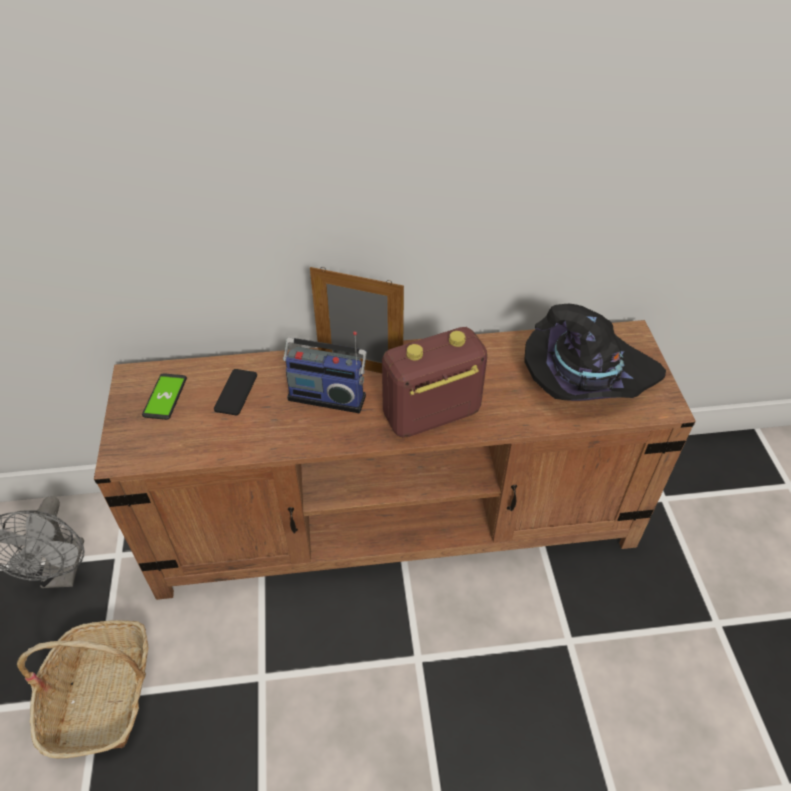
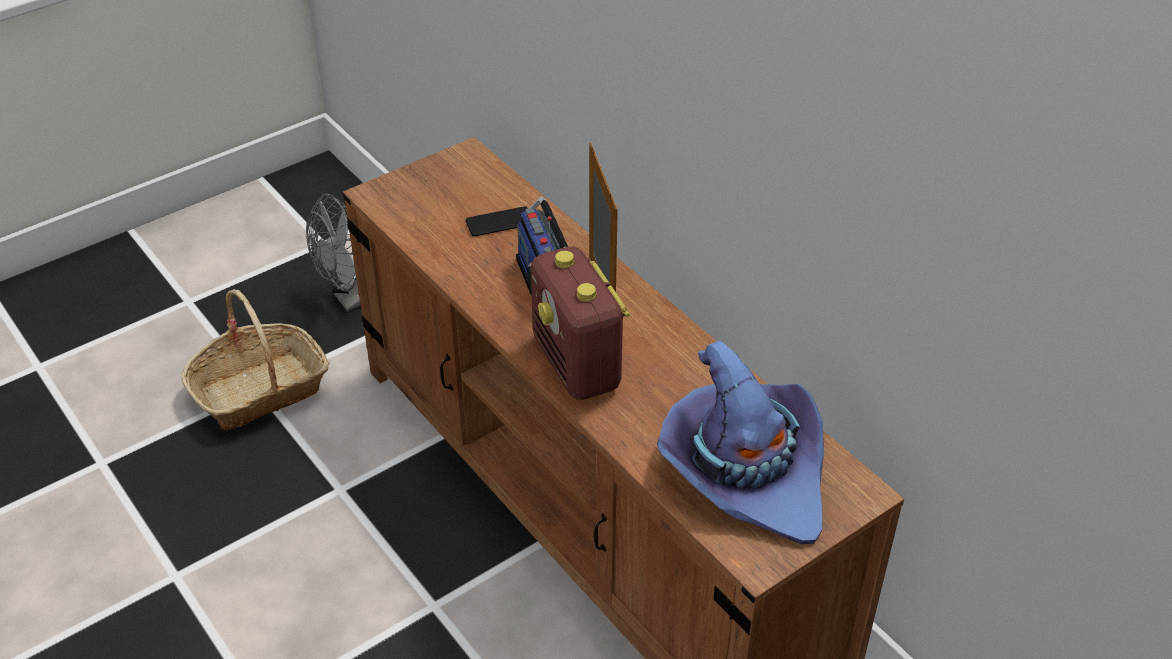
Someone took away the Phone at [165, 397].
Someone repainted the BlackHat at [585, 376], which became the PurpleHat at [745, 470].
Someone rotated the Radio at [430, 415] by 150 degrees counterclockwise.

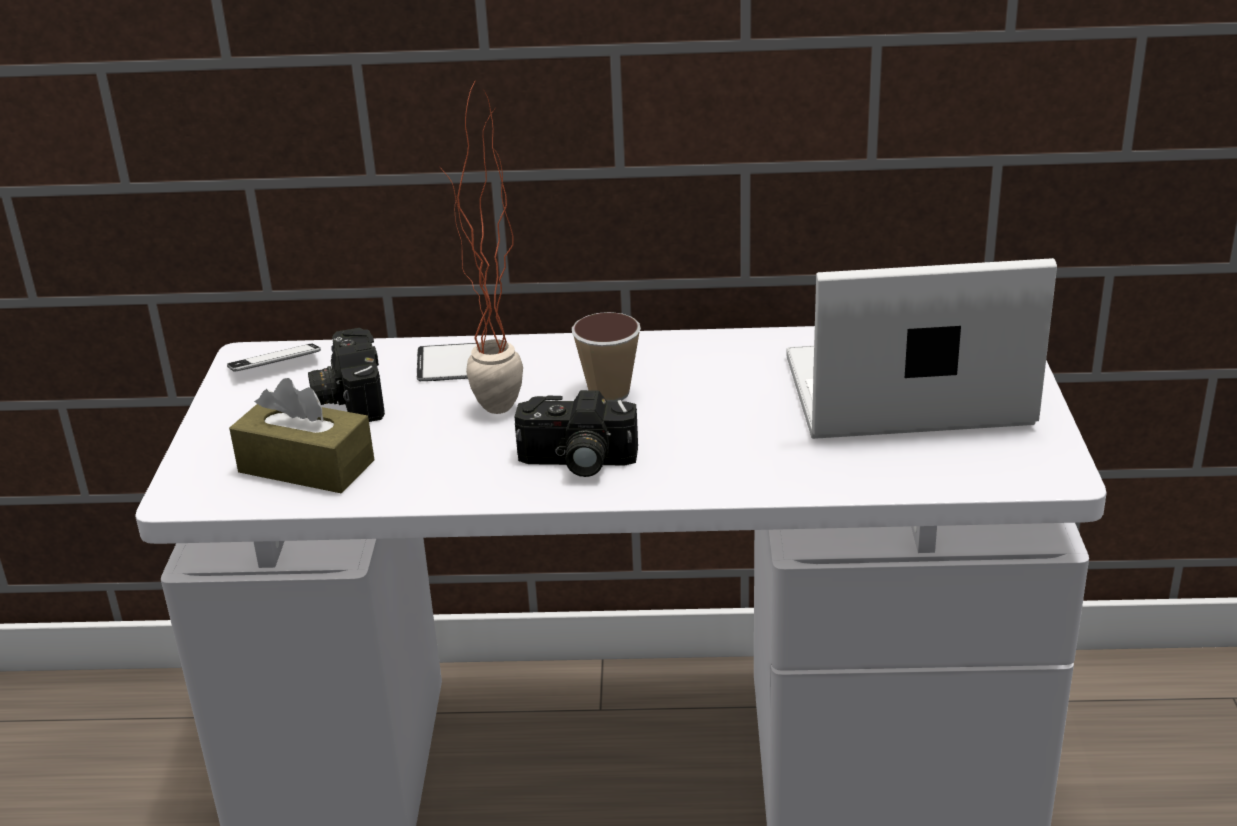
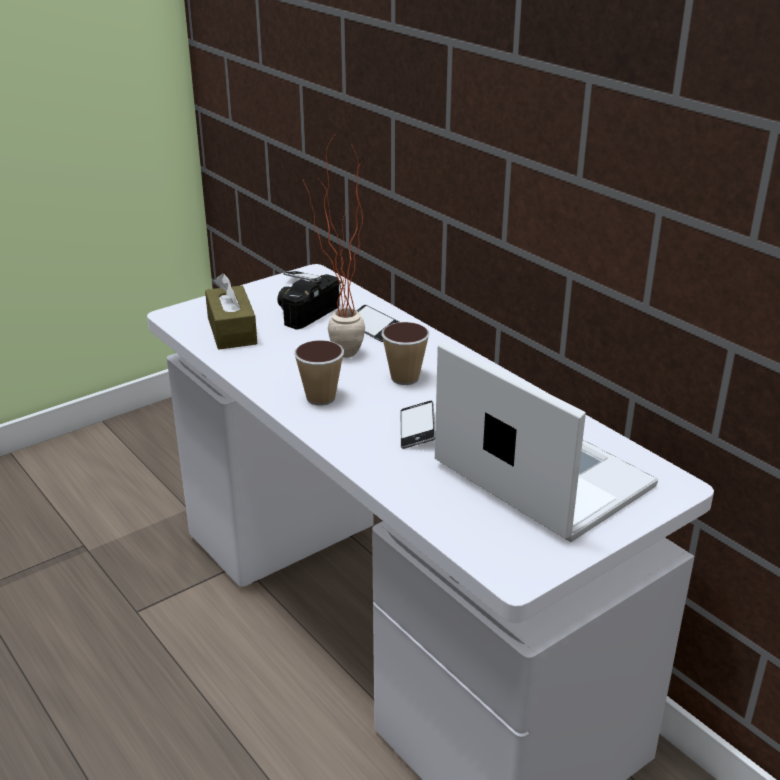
Someone put down the Phone at [417, 430].
Someone swapped the PhotoCamera at [576, 462] for the Cup at [321, 398].

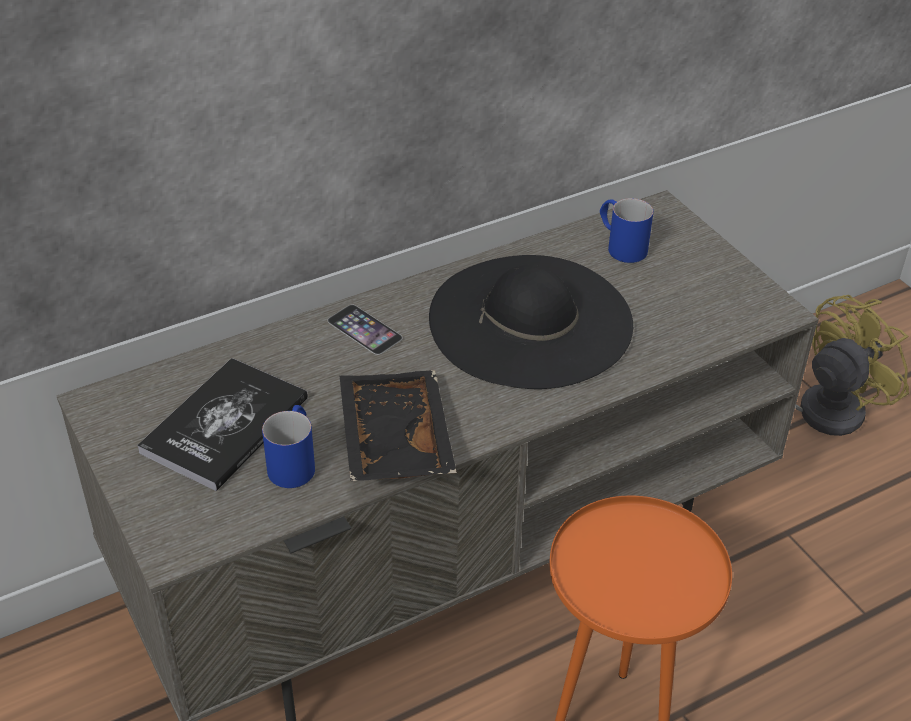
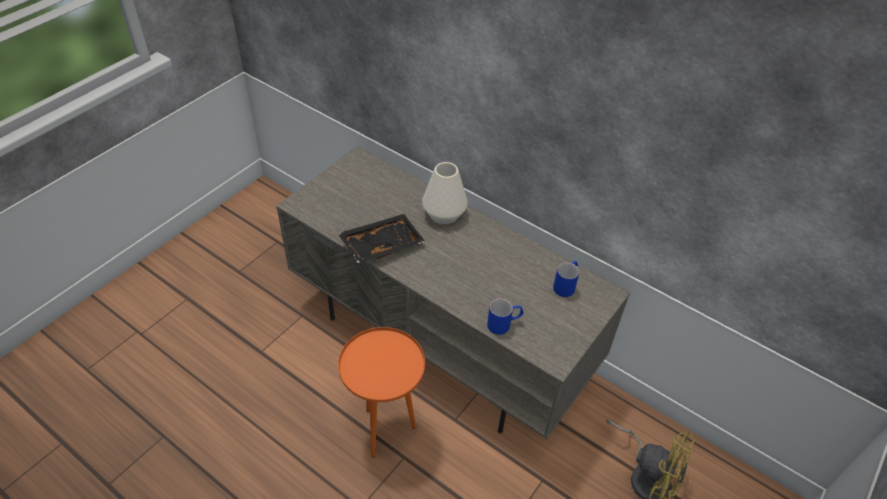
Someone took away the Book at [225, 425].
Someone took away the BlackHat at [530, 320].
Someone carried the BlueMug from [294, 461] to [504, 324].
Someone swapped the Phone at [364, 329] for the WhiteVase at [444, 214].

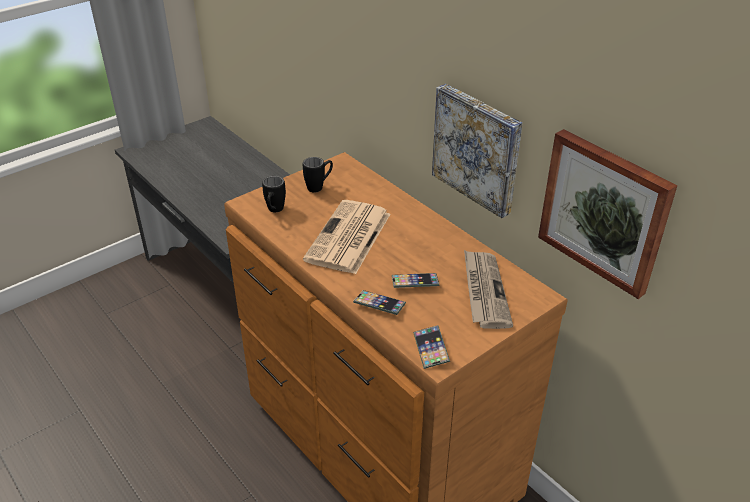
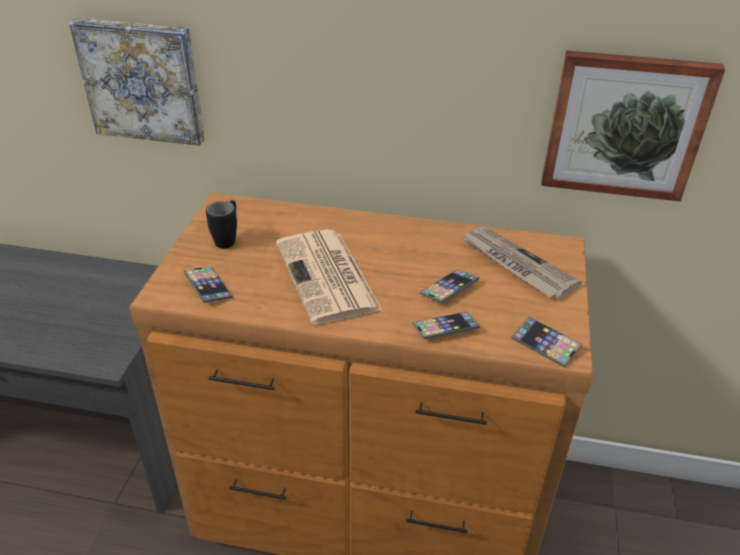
Someone carried the Picture from [478, 148] to [143, 81].
Someone swapped the BlackMug at [274, 211] for the Phone at [208, 287].

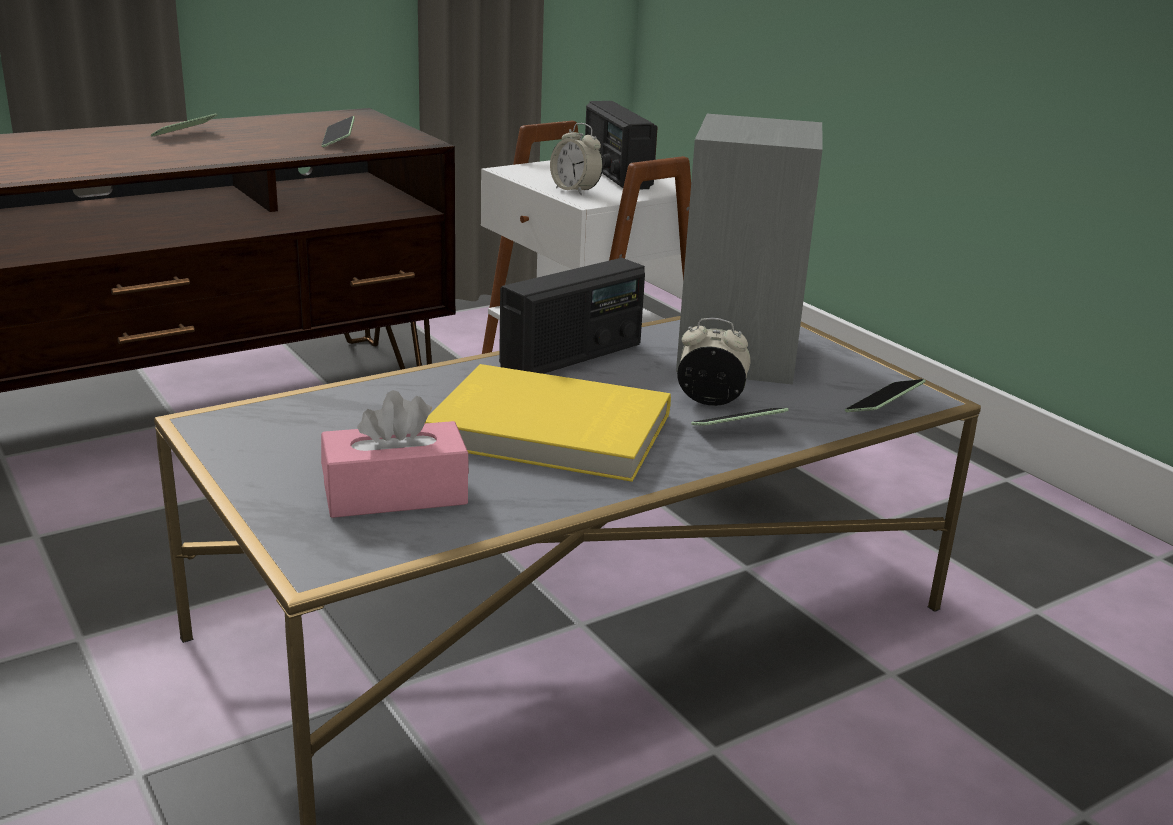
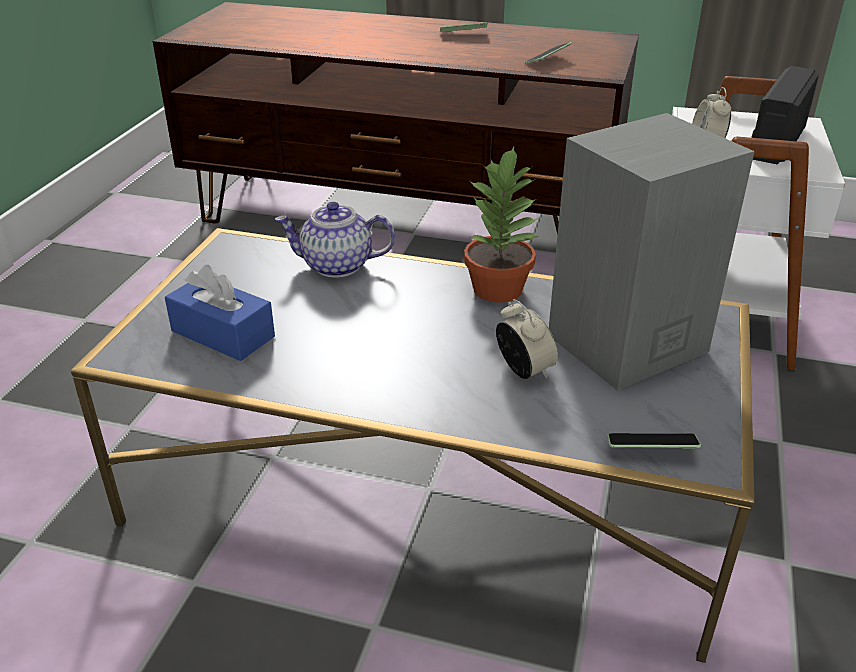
Someone took away the YellowBook at [549, 431].
Someone took away the Phone at [738, 429].
Someone put down the Teapot at [336, 266].
Someone swapped the Radio at [572, 357] for the PottedPlant at [499, 289].
Someone repainted the PinkTissueBox at [395, 494], which became the BlueTissueBox at [223, 334].

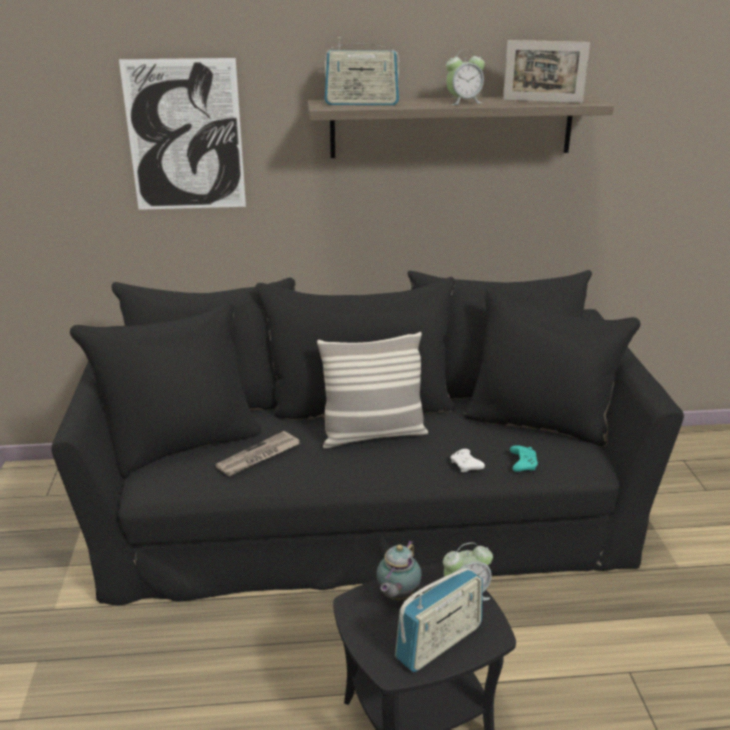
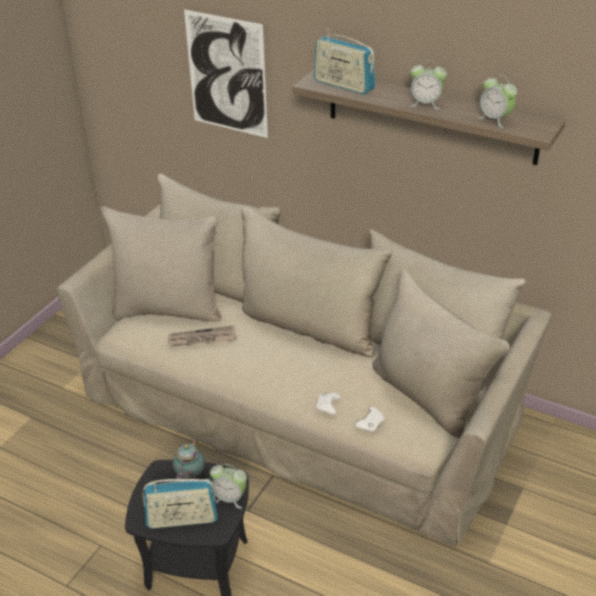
Someone took away the Pillow at [373, 435].
Someone swapped the PictureFrame at [542, 101] for the AlarmClock at [495, 119].
Someone repainted the BlackSofa at [365, 511], which became the BeigeSofa at [300, 406].
Someone repainted the TurquoiseGameController at [522, 463], which became the WhiteGameController at [370, 423].
Someone rotated the Teapot at [397, 596] by 45 degrees counterclockwise.

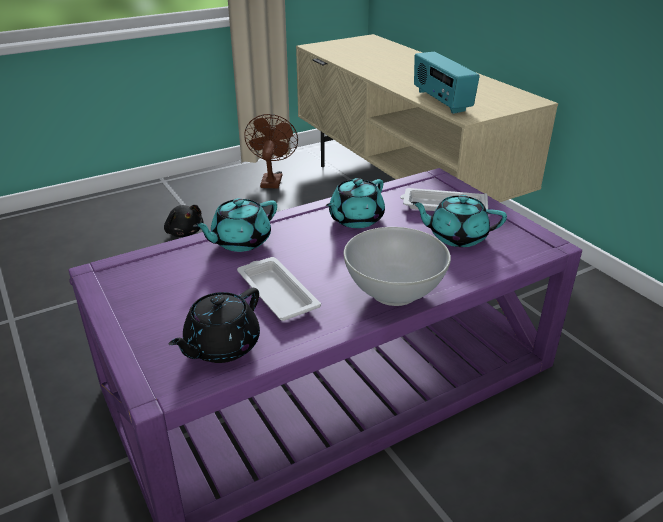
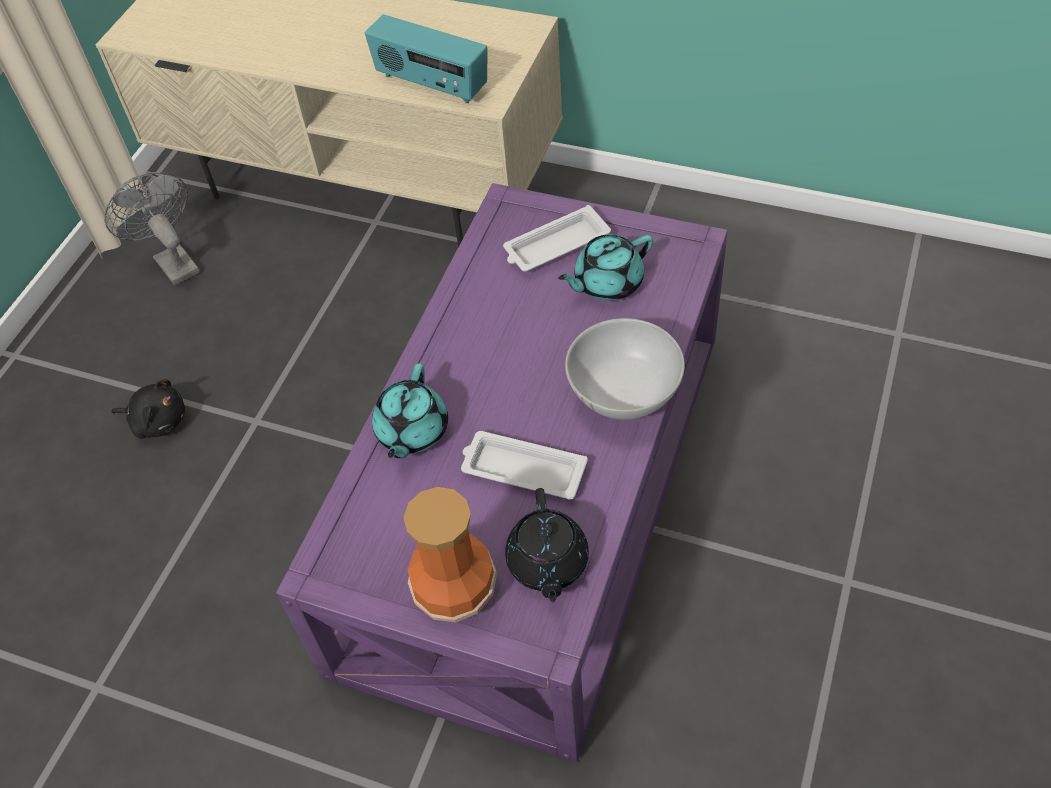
Someone took away the TurquoiseTeapot at [355, 219].
Someone put down the Vase at [456, 587].
Someone repainted the BrownFan at [271, 179], which became the GreyFan at [172, 261].

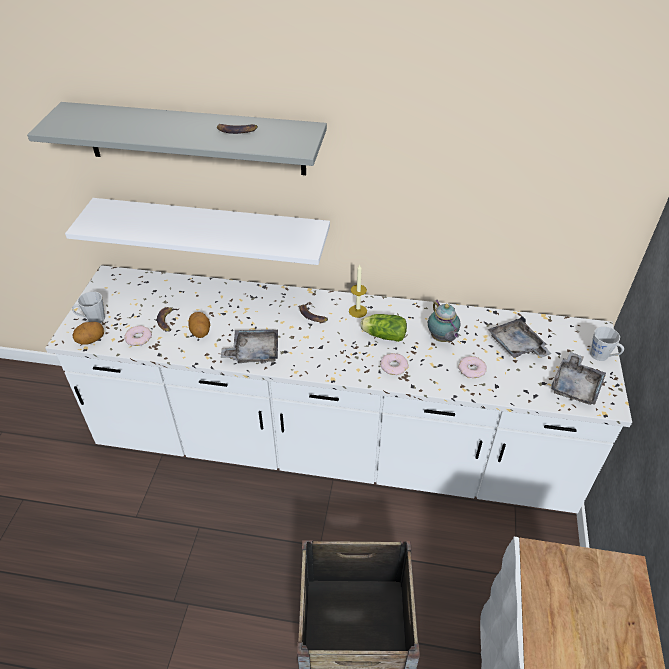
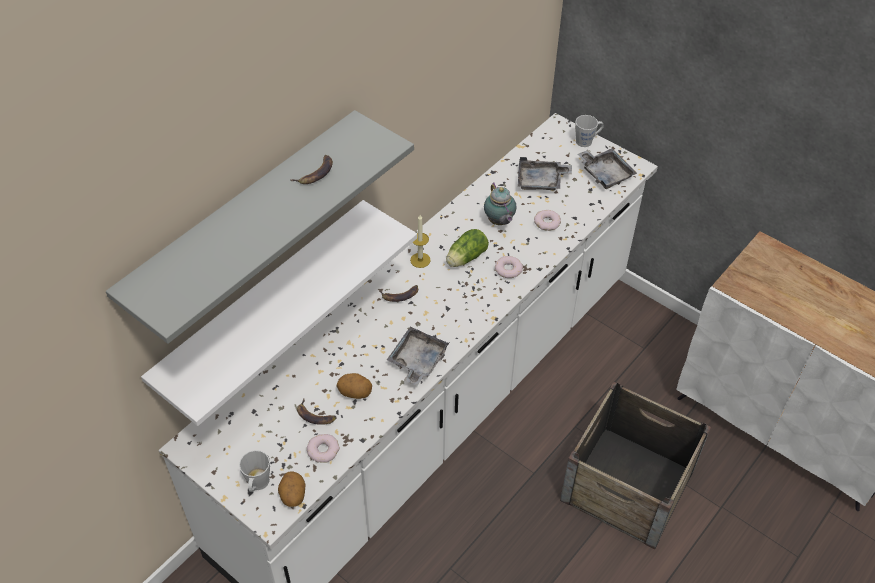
Someone rotated the Teapot at [442, 339] by 60 degrees clockwise.

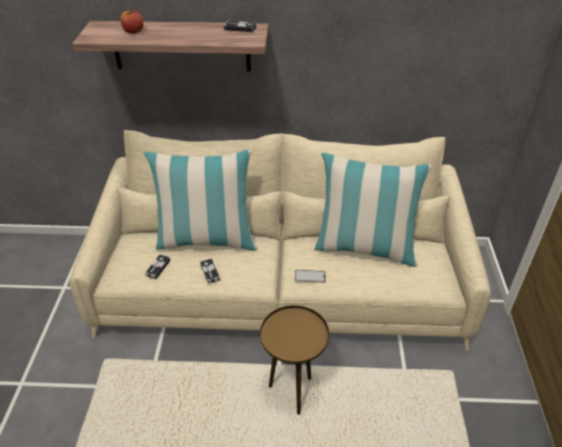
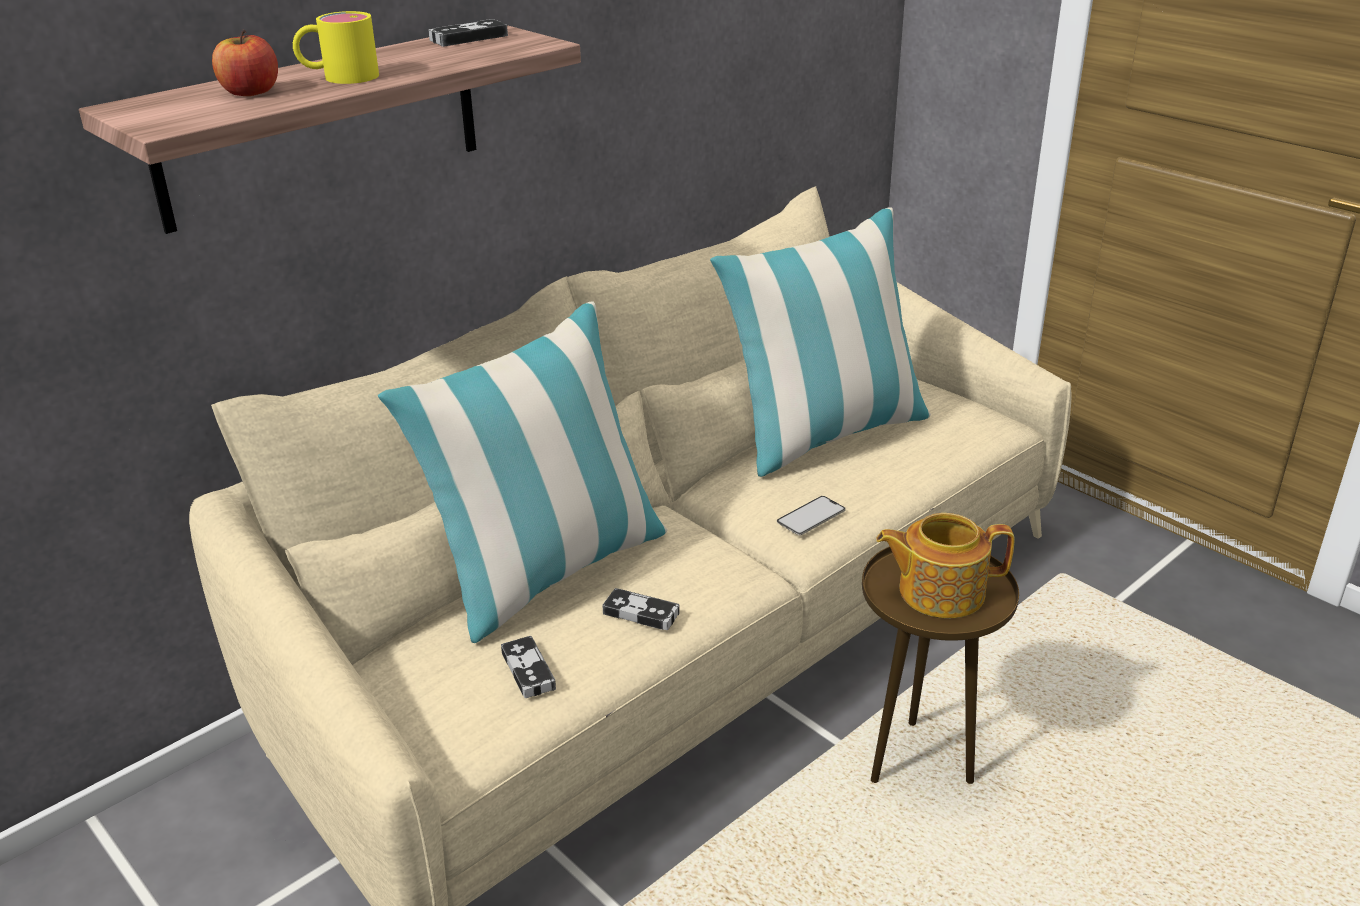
Someone put down the YellowMug at [339, 77].
Someone put down the Teapot at [939, 591].

